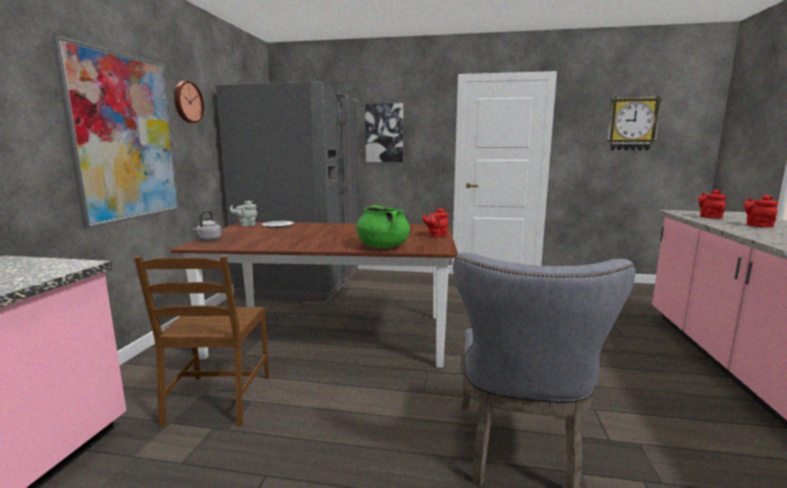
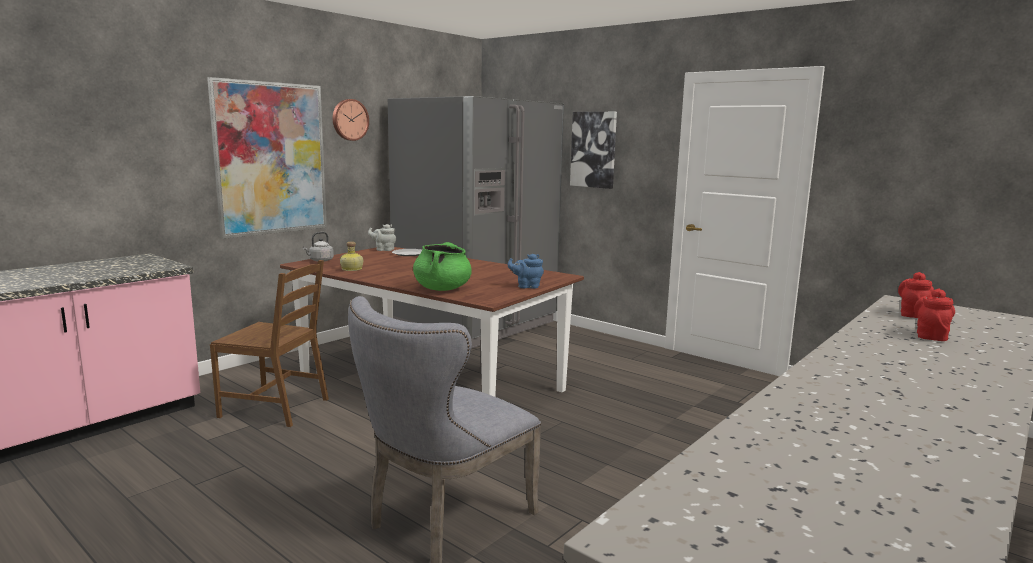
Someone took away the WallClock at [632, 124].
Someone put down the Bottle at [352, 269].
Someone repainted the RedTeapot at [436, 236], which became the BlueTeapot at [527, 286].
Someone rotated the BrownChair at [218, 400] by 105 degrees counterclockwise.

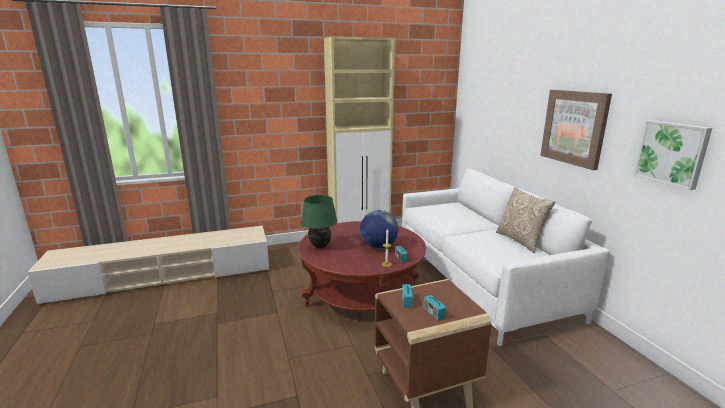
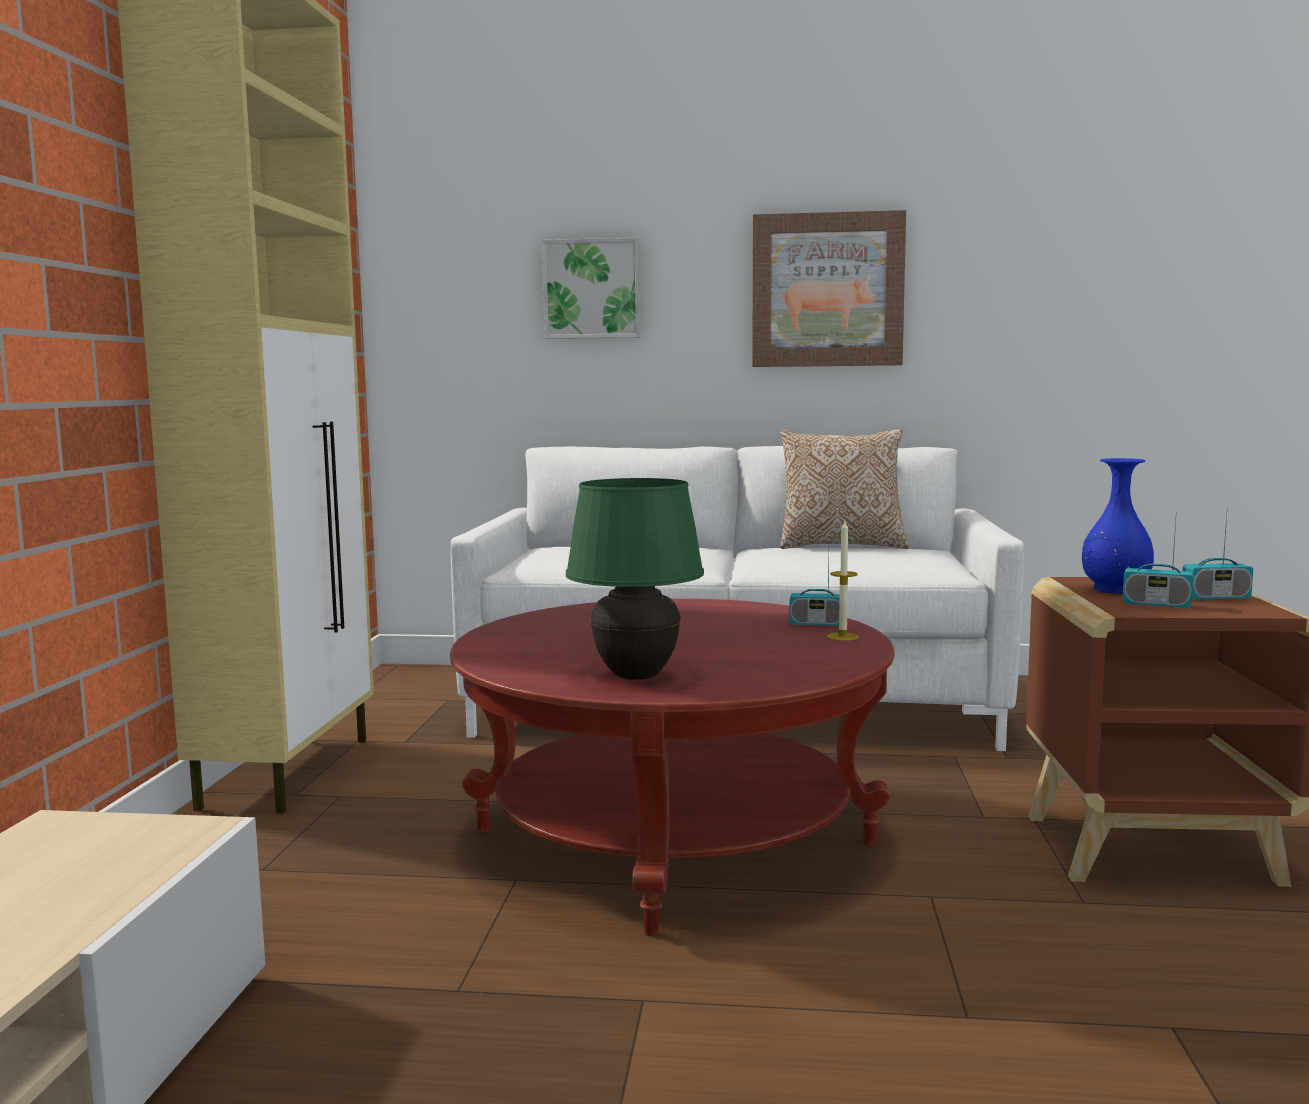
Someone took away the Globe at [378, 246].
Someone put down the BlueVase at [1115, 589].
Someone carried the Picture from [672, 153] to [592, 289].

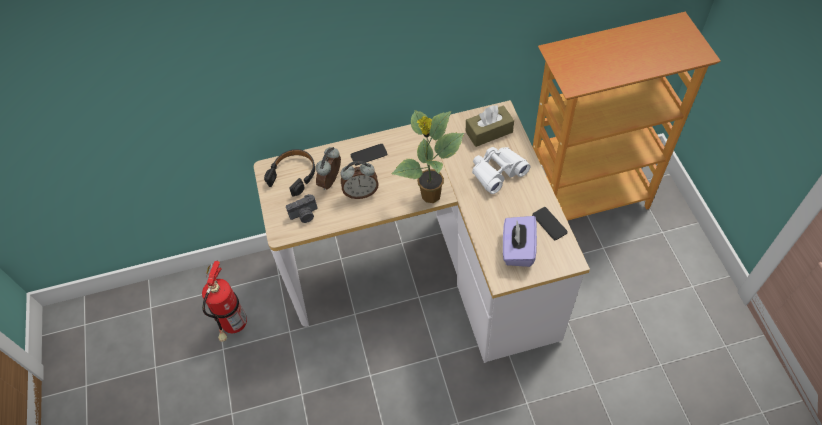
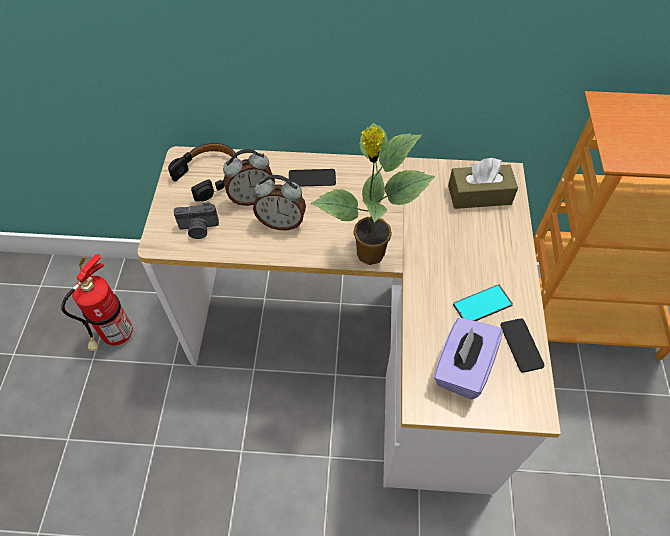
Someone took away the WhiteBinoculars at [497, 172].
Someone put down the Phone at [482, 304].
Someone rotated the AlarmClock at [332, 181] by 150 degrees counterclockwise.

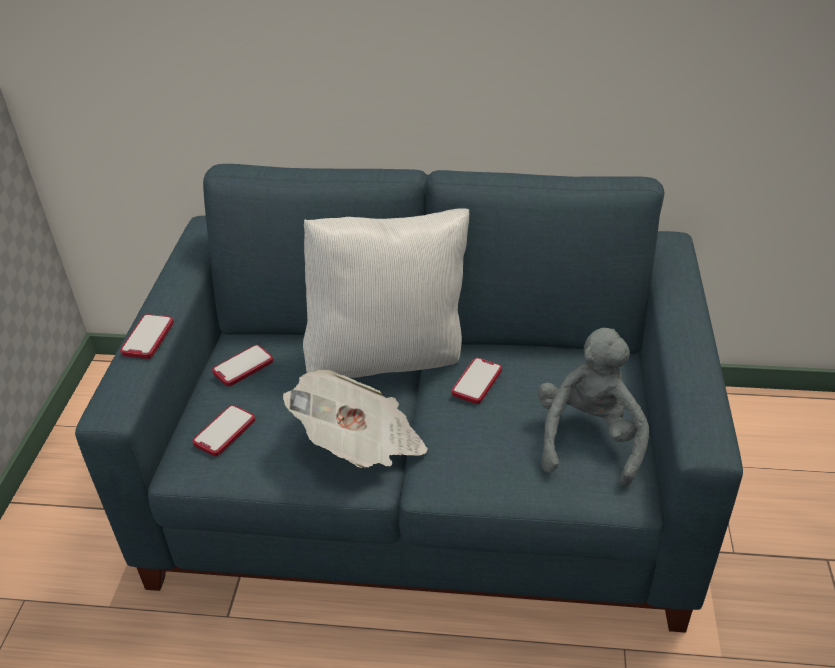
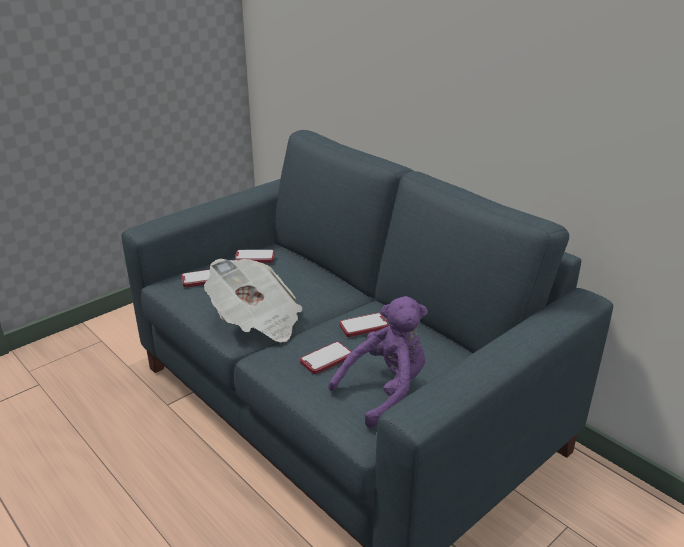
Someone took away the WhitePillow at [390, 358].
Someone carried the Phone from [148, 338] to [326, 359].
Someone repainted the GreyPlushToy at [588, 439], which became the PurplePlushToy at [385, 390].

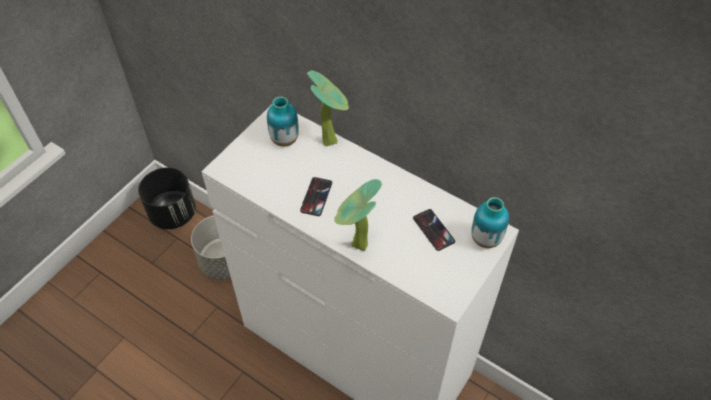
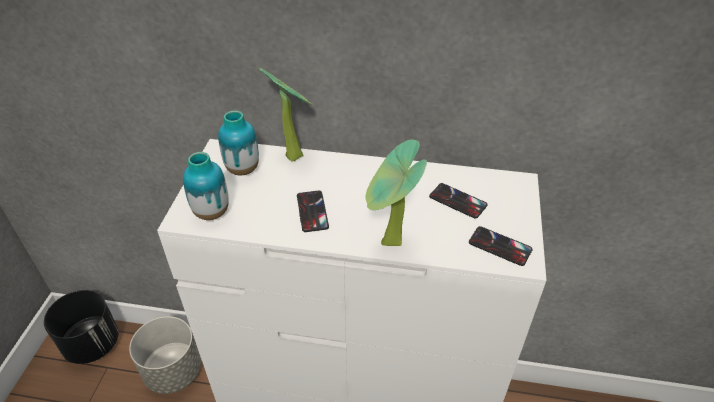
Someone put down the Phone at [500, 246].
Someone carried the Vase from [485, 239] to [211, 212].

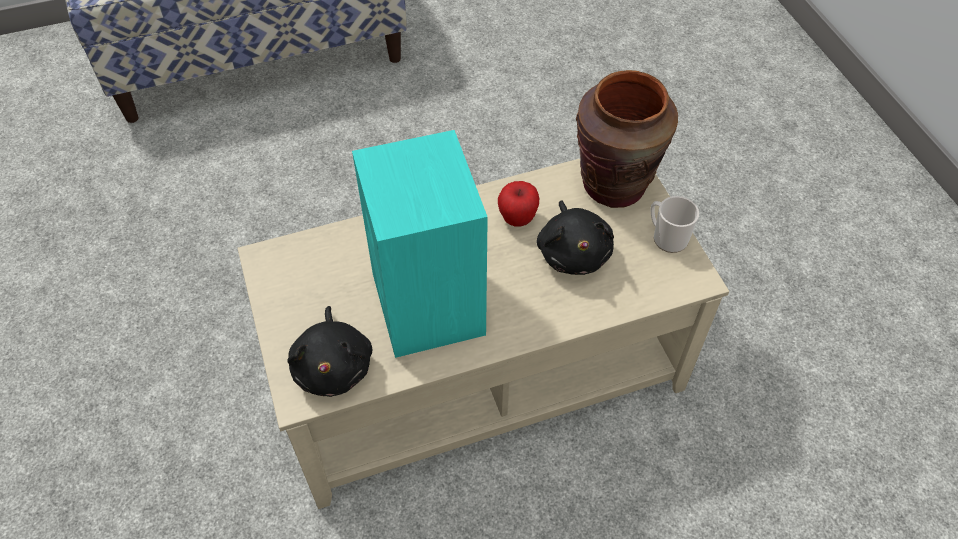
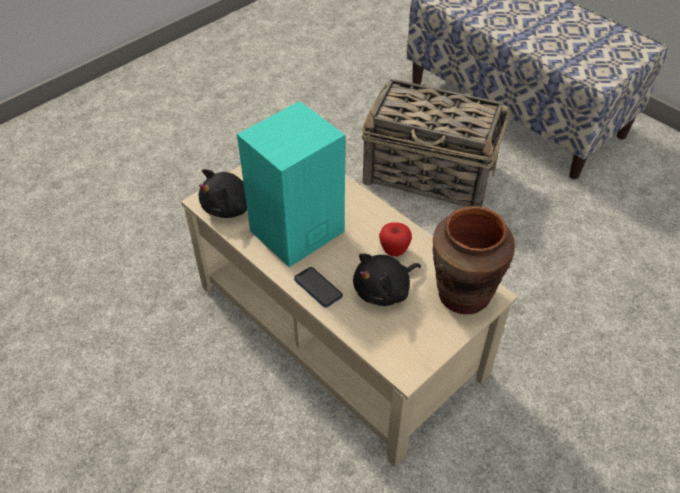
Someone took away the Mug at [666, 237].
Someone put down the Phone at [318, 288].
Someone put down the Basket at [430, 175].

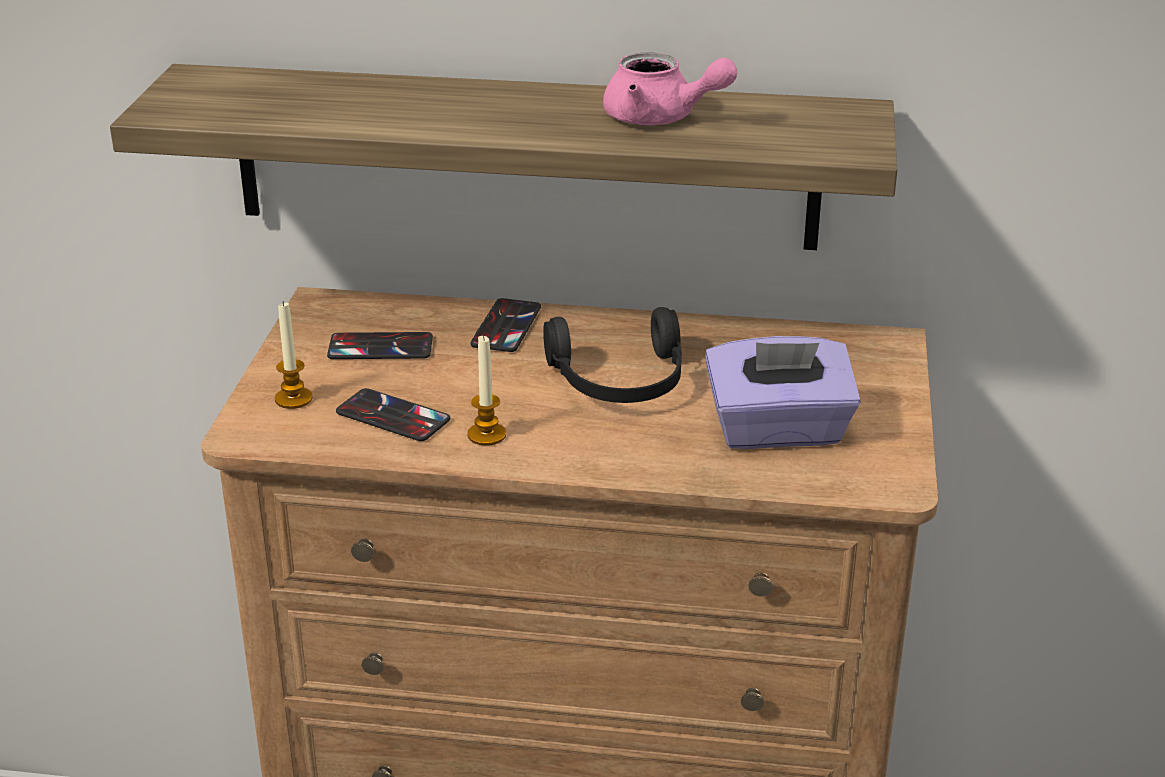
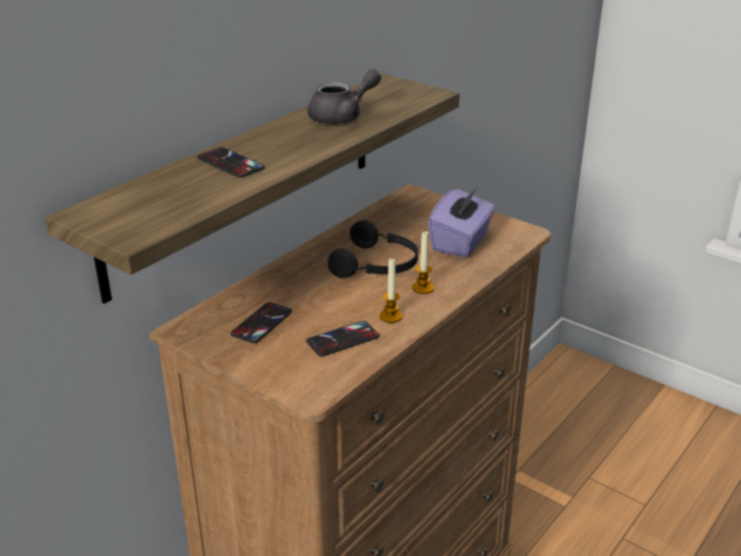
Someone carried the Candle from [293, 399] to [423, 288].
Someone carried the Phone from [506, 326] to [230, 163].
Someone repainted the PinkTeapot at [660, 118], which became the GreyTeapot at [343, 117].

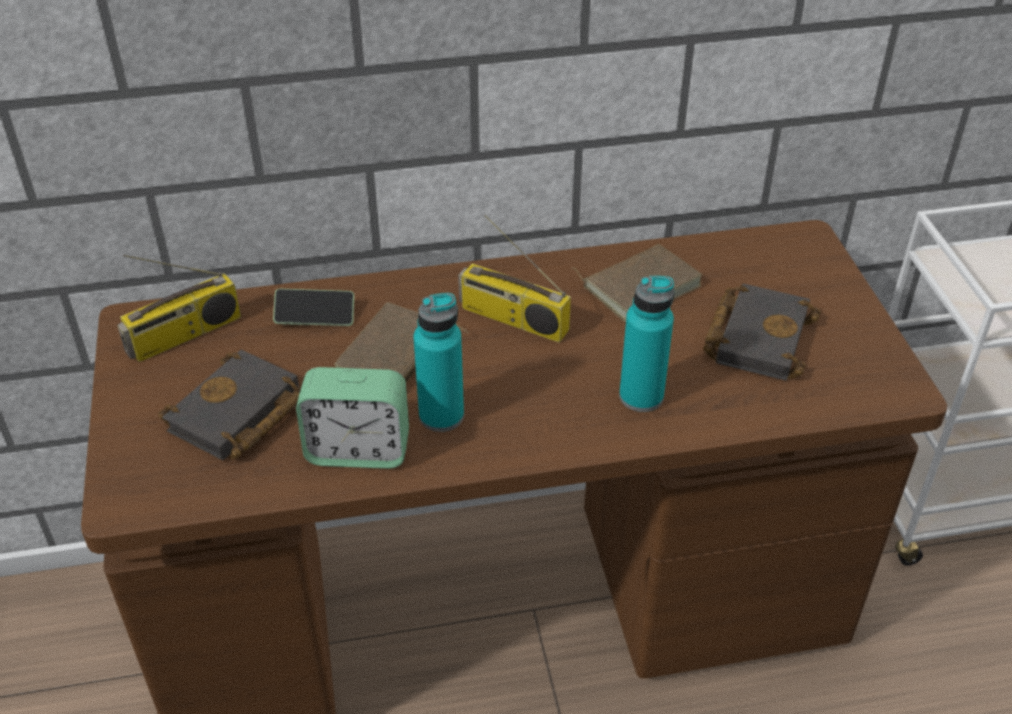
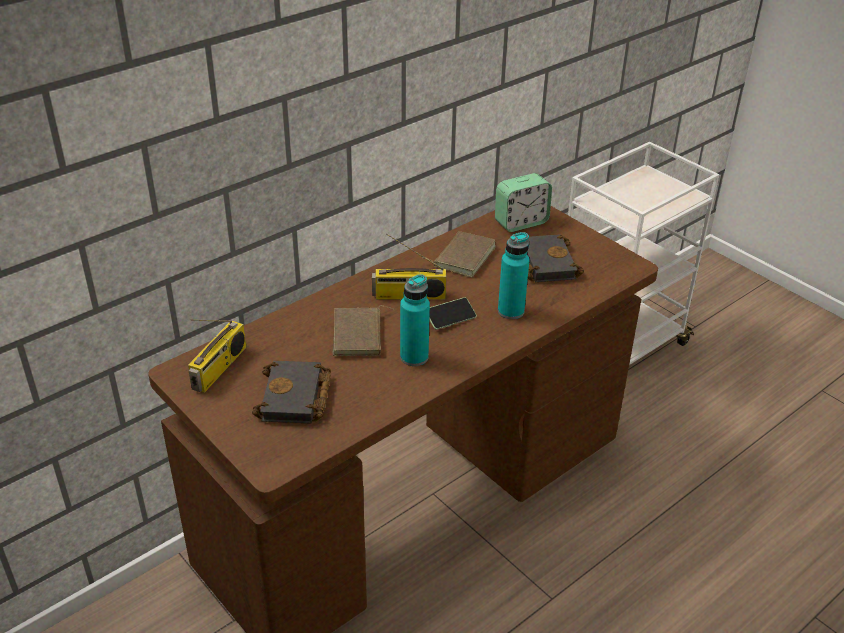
Someone carried the Phone from [315, 316] to [450, 319].
Someone carried the AlarmClock from [358, 450] to [521, 222].

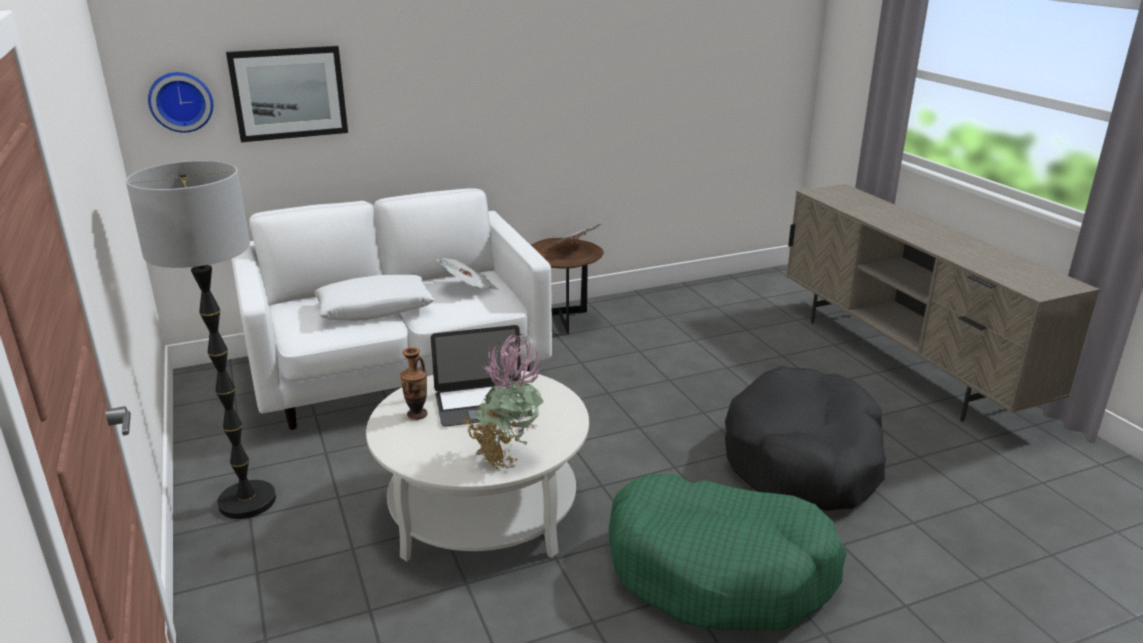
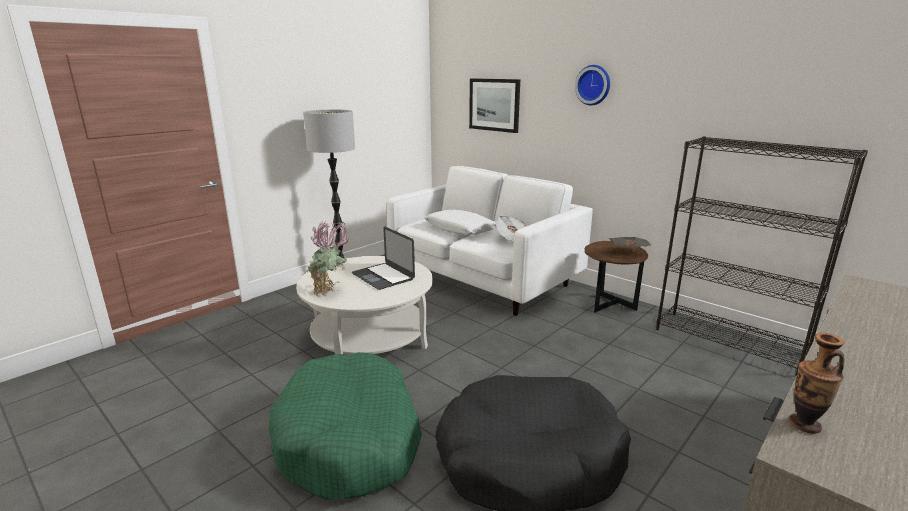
Someone put down the BlackBookcase at [730, 341].
Someone carried the WallClock from [181, 101] to [593, 85].
Someone carried the Vase from [417, 414] to [804, 424].

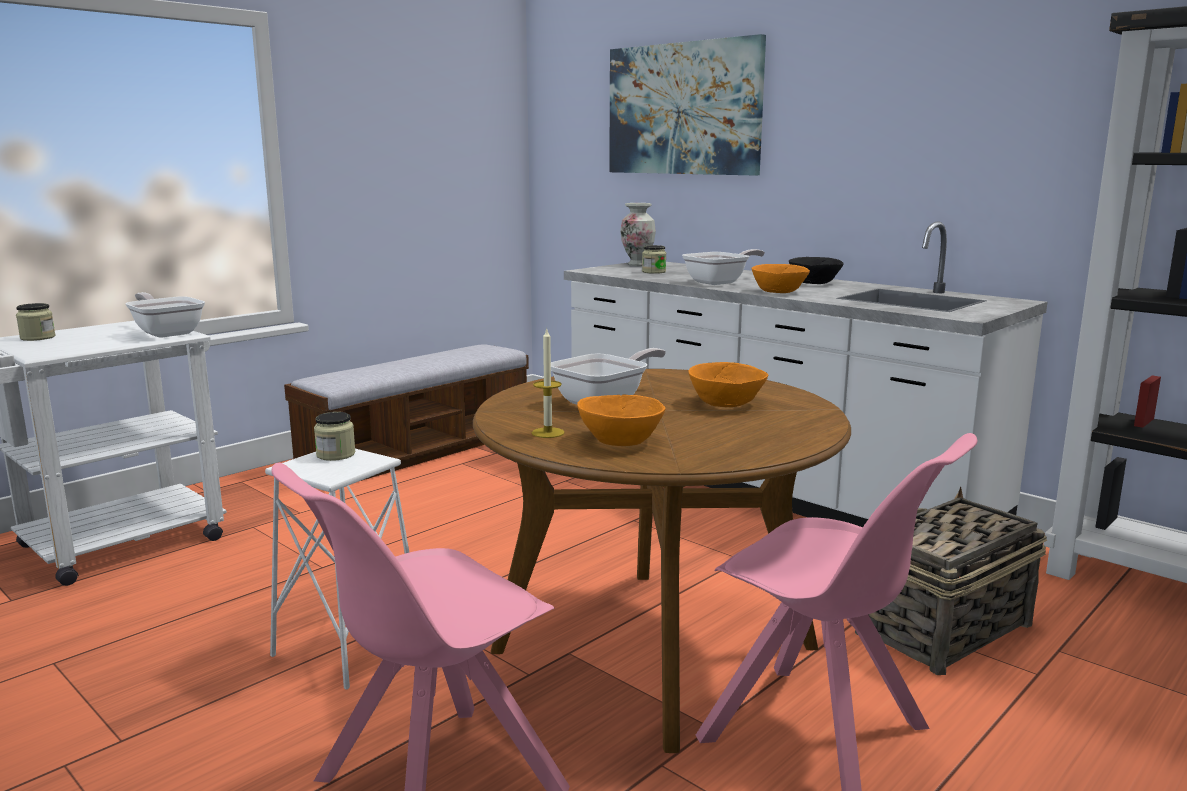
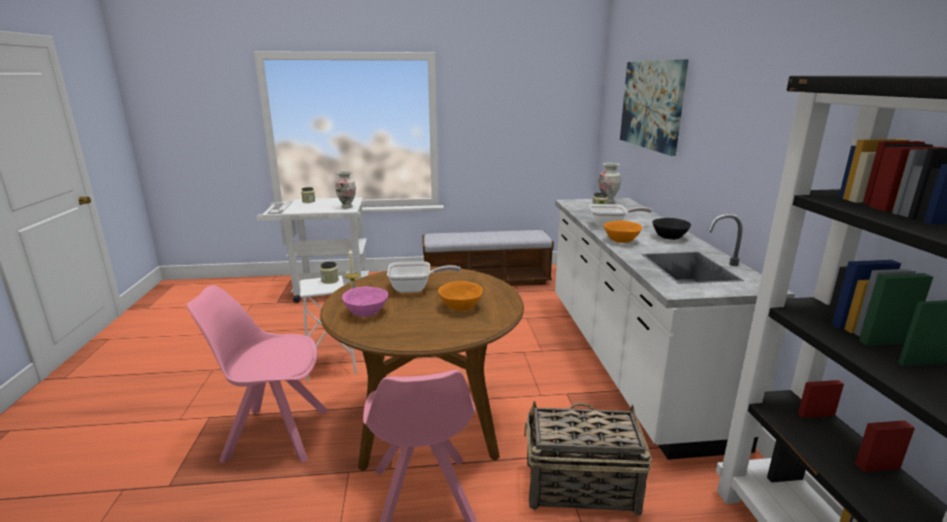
Someone swapped the FryingPan at [166, 332] for the Vase at [347, 207].
Someone repainted the OrangeBowl at [622, 441], which became the PinkBowl at [366, 313].

